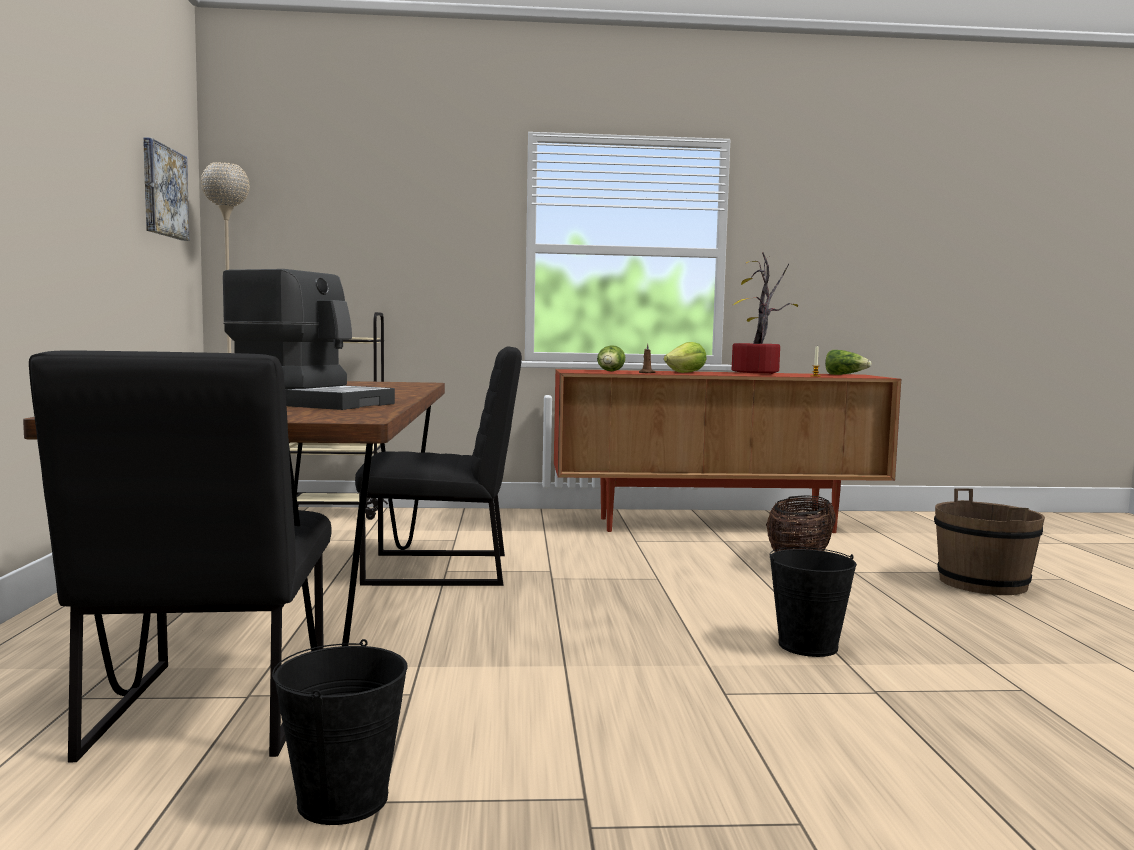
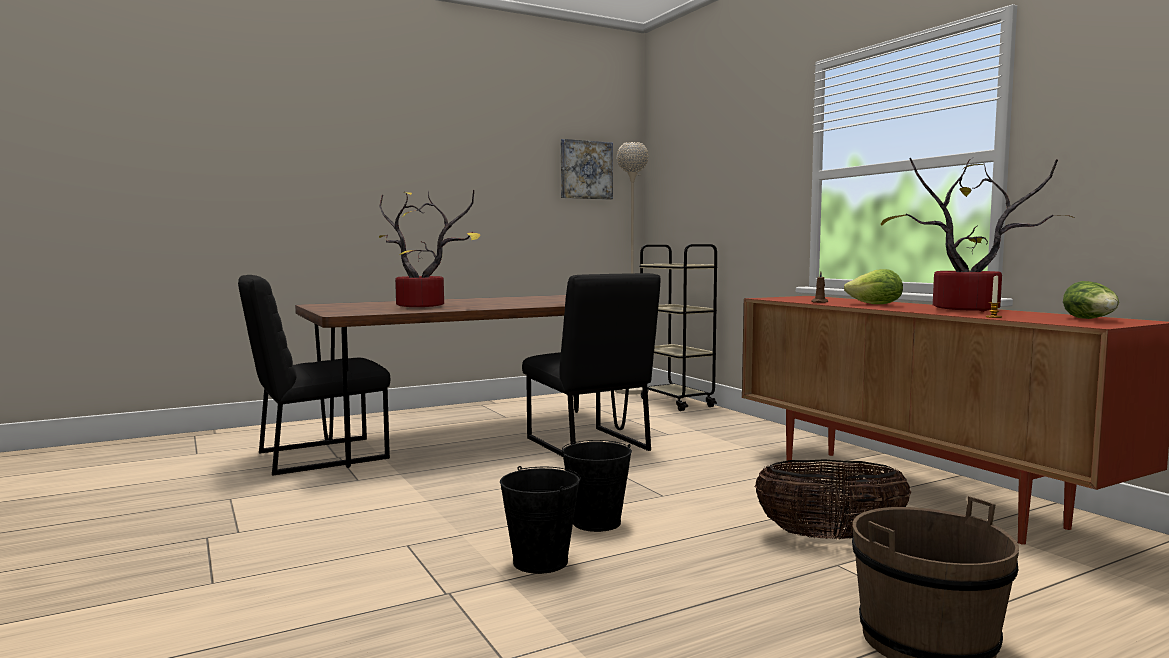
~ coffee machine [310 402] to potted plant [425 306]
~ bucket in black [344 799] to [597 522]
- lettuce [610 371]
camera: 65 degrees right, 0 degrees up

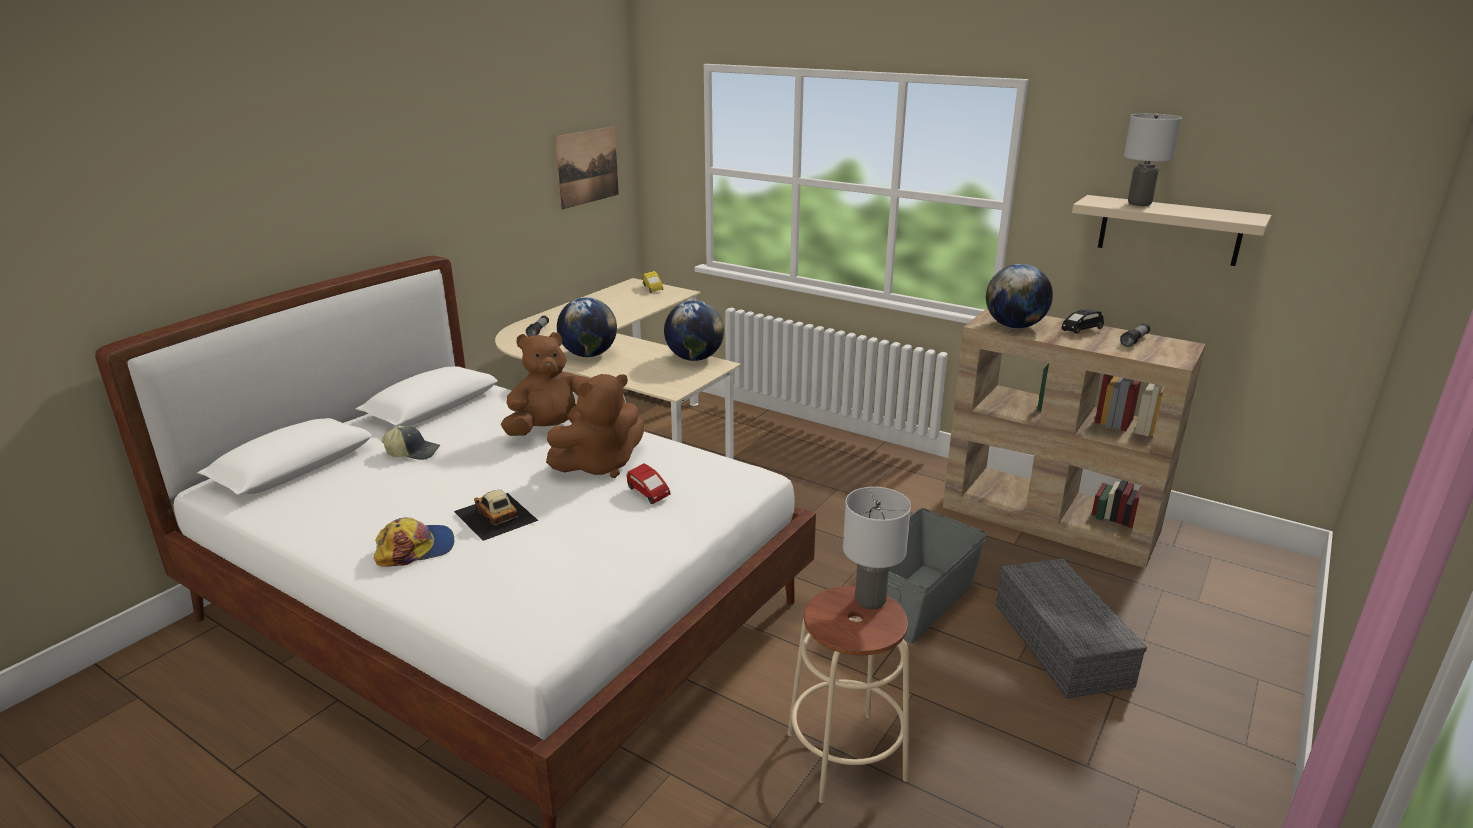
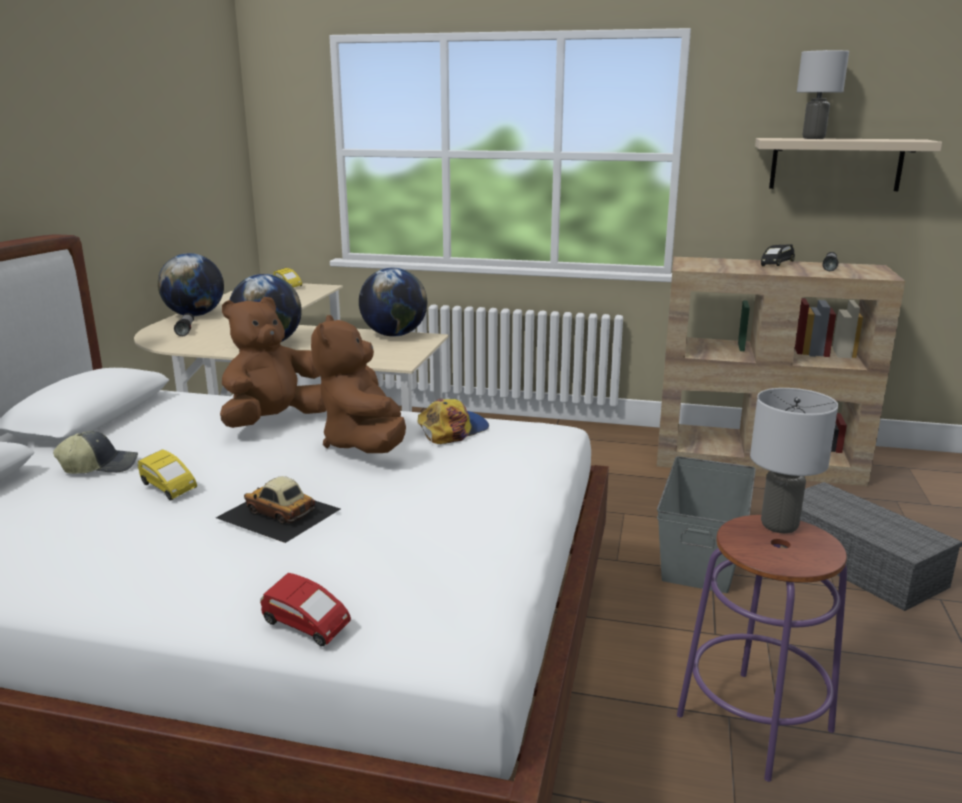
+ toy car in yellow [167 489]
~ globe [1014 326] to [195 315]
~ toy car in red [647 494] to [305 627]
~ plush toy in brown [600 465] = [365 445] 135 degrees clockwise
~ cap [415 548] to [452 430]
~ stool in beige [845 756] to stool in purple [754 722]
- picture [587 167]
camera: 20 degrees left, 5 degrees down

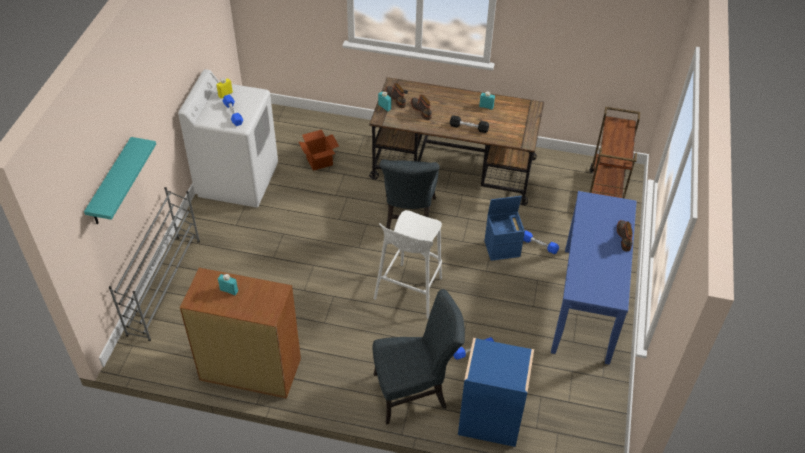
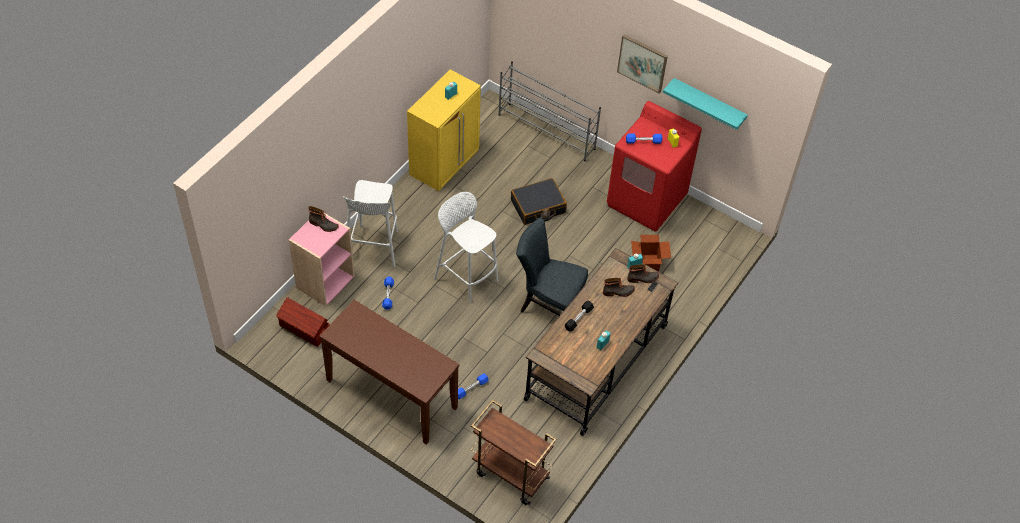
+ storage box in brown [304 329]
~ bookcase in blue [489 420] to bookcase in pink [325 281]
~ boot [624 237] to [323 225]
~ console table in blue [586 304] to console table in brown [391 394]
~ chair in grey [415 391] to stool in white [374 247]
~ cabinet in brown [250 369] to cabinet in yellow [444 161]
+ suitcase in black [538 207]
~ washing machine in white [238 180] to washing machine in red [646 200]
+ picture [642 63]
~ shelf in turquoise [111 183] to [708 104]
- storage box in blue [502 248]
camera: 110 degrees right, 5 degrees up

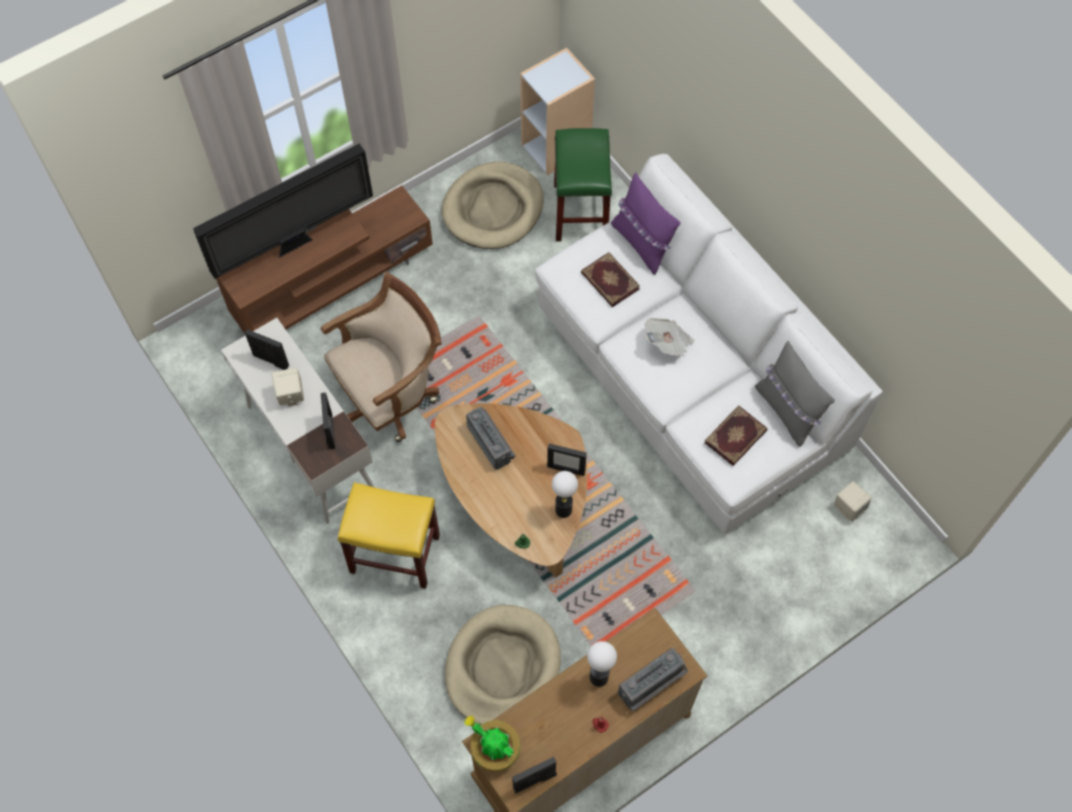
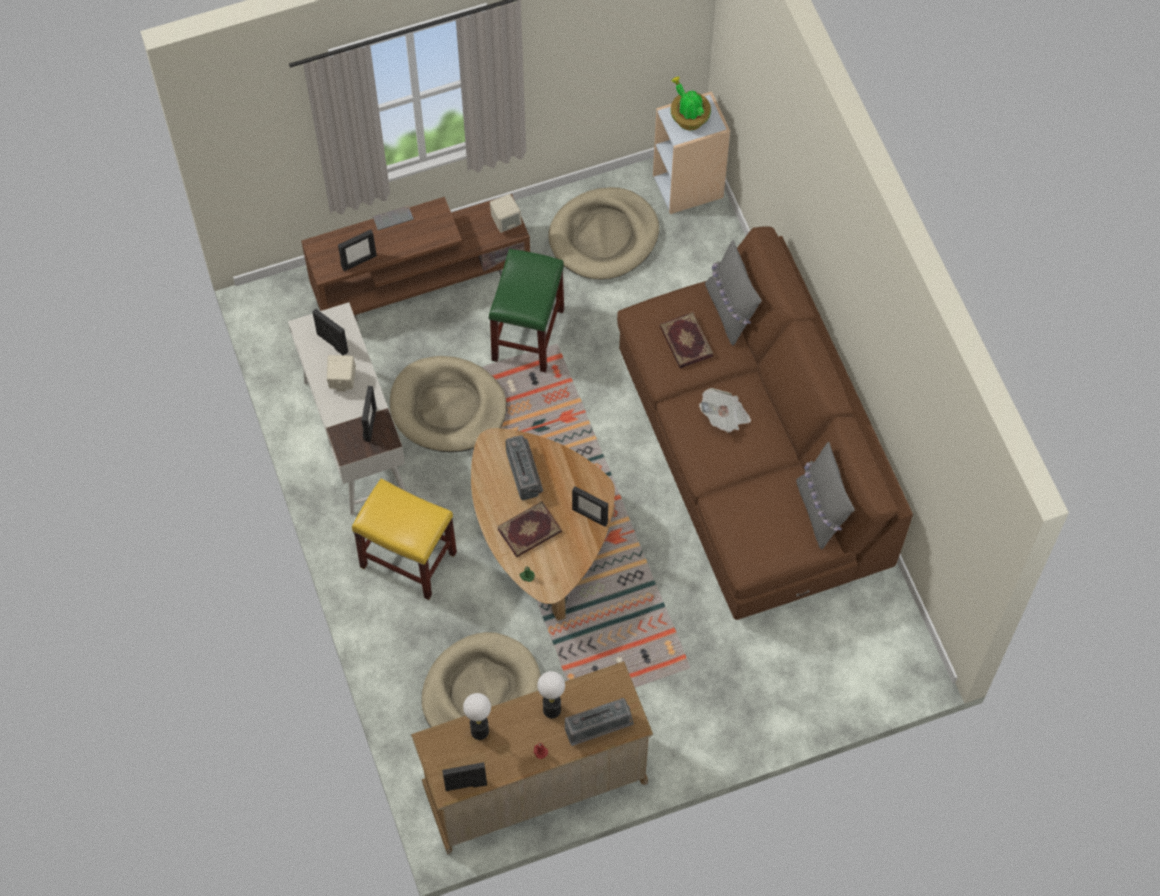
+ picture frame [359 261]
~ office chair [392 398] to dog bed in beige [448 407]
~ table lamp [563 510] to [479 731]
~ stool in green [581 212] to [528 335]
~ speaker in beige [848 507] to [506 222]
~ book [736 437] to [530 531]
~ sofa in white [690 377] to sofa in brown [752 457]
~ potted plant [494 749] to [688 118]
~ pillow in purple [642 243] to pillow in grey [730 311]
- television [295 243]
camera: 15 degrees right, 0 degrees up

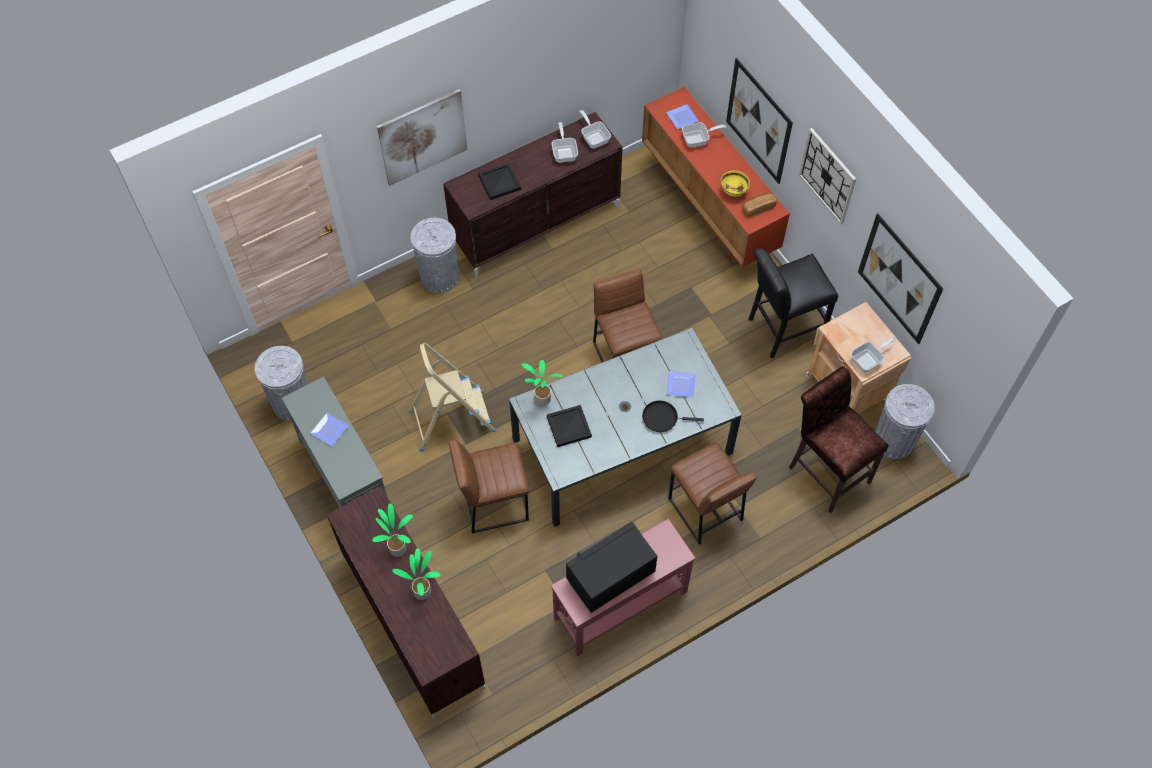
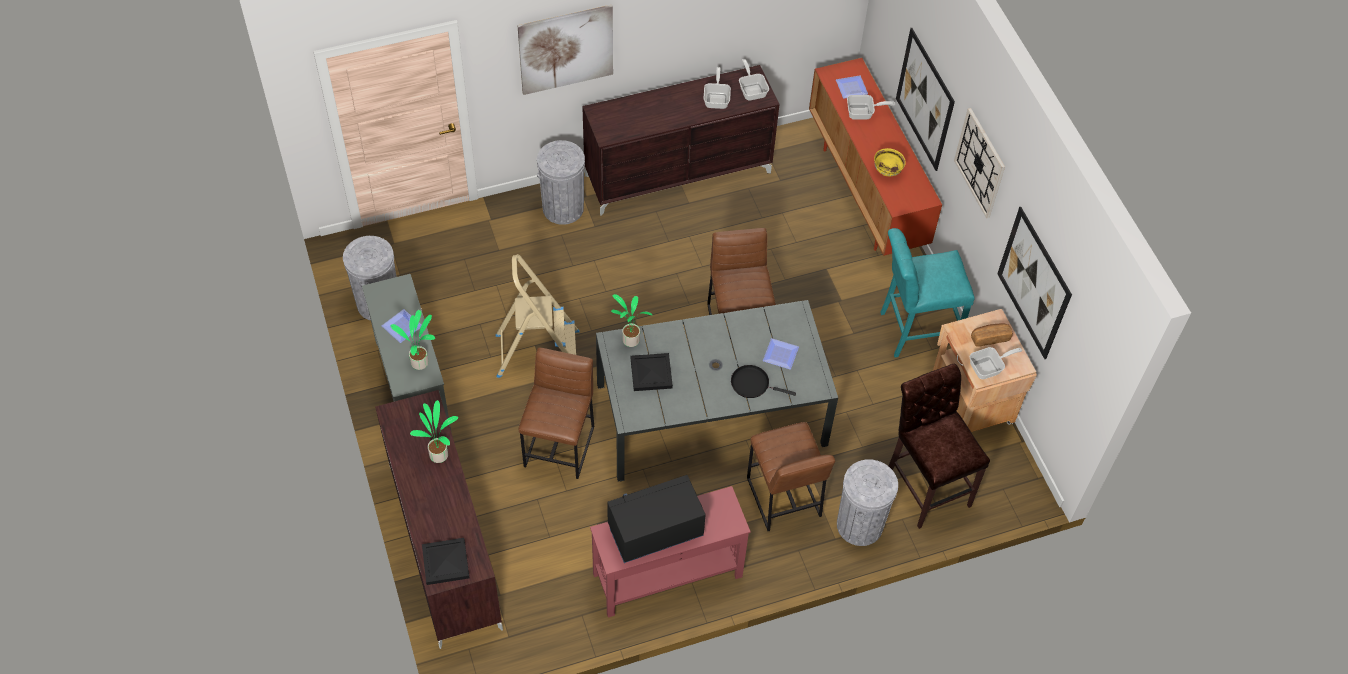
~ potted plant [423 591] to [421 362]
~ tray in black [500 182] to [446 563]
~ chair in brown [493 504] = [559 445] 105 degrees clockwise
~ trash can in grey [893 440] to [859 525]
~ stool in black [781 329] to stool in turquoise [913 330]
~ bread [758 208] to [990 338]
camera: 10 degrees right, 5 degrees down

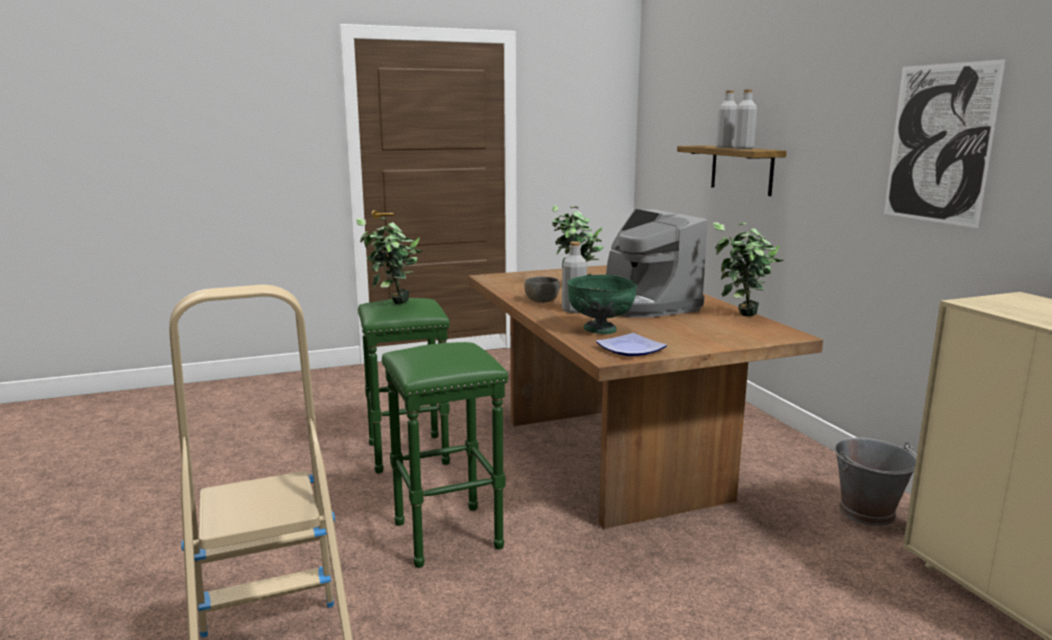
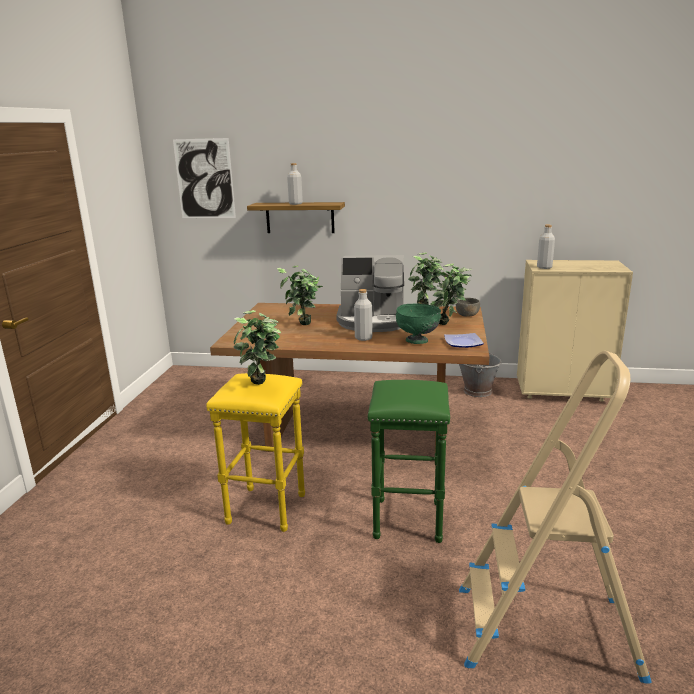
~ picture [939 144] to [204 179]
~ stool in green [406 453] to stool in yellow [264 509]
+ potted plant [449 325]
~ bowl in grey [541 301] to [467 315]
~ bottle in grey [743 148] to [544 267]
camera: 60 degrees left, 5 degrees up

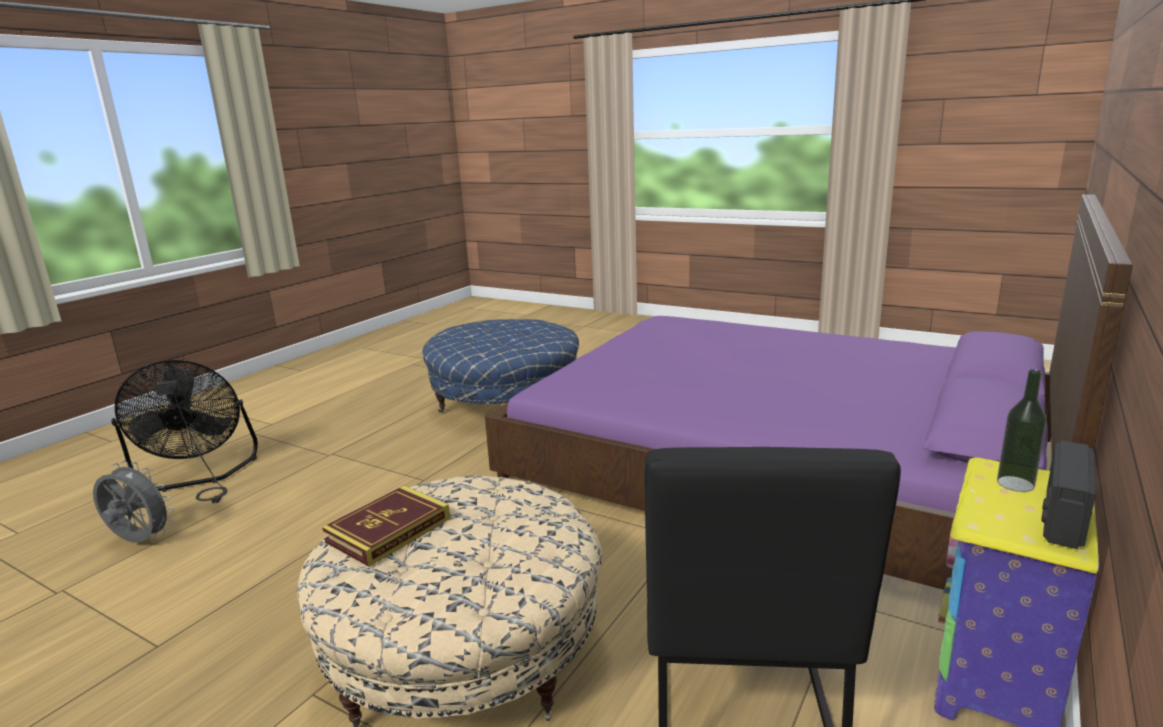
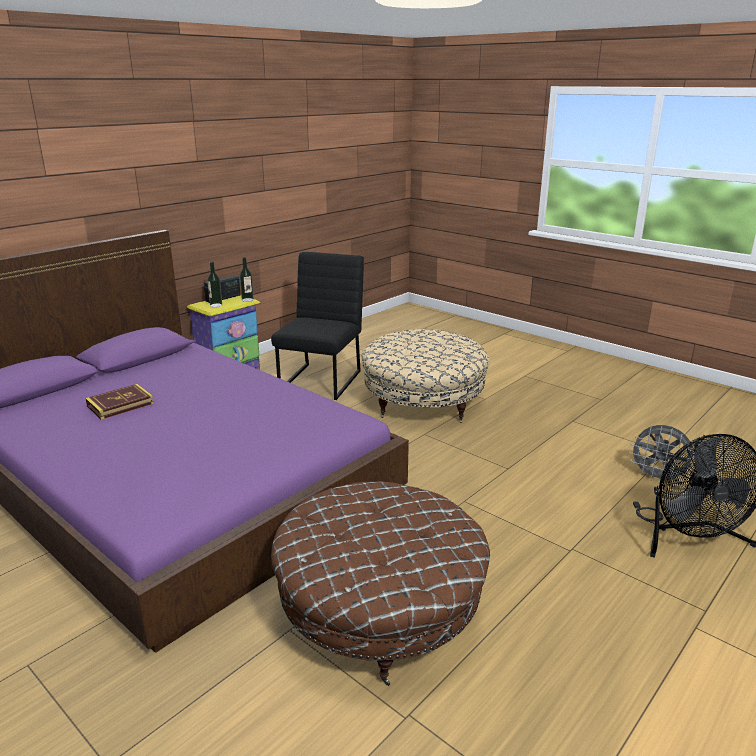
~ book [388 530] to [120 405]
+ bottle [247 300]
~ ottoman in blue [506 403] to ottoman in brown [380 612]
camera: 170 degrees left, 5 degrees up

